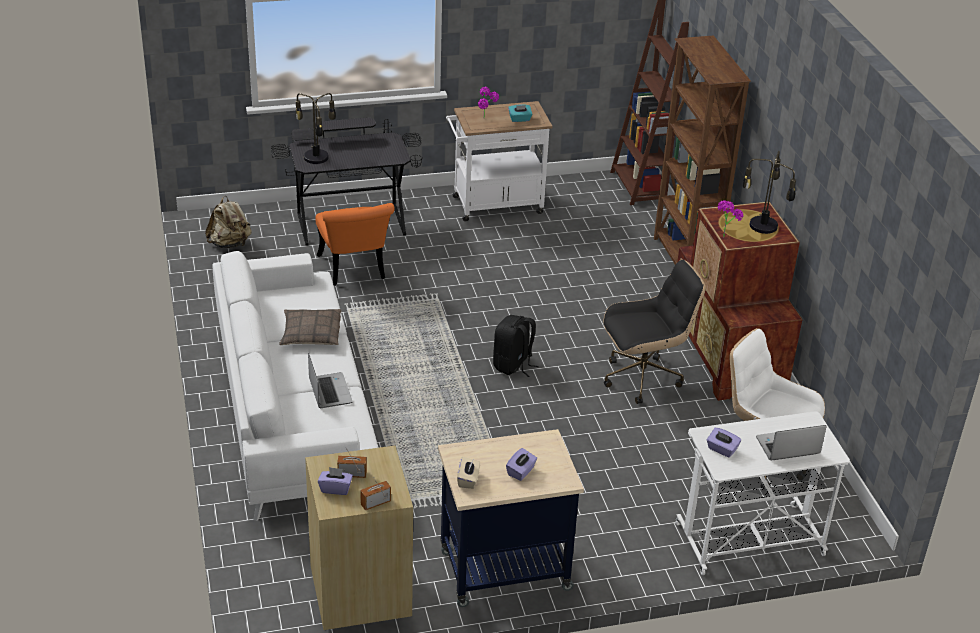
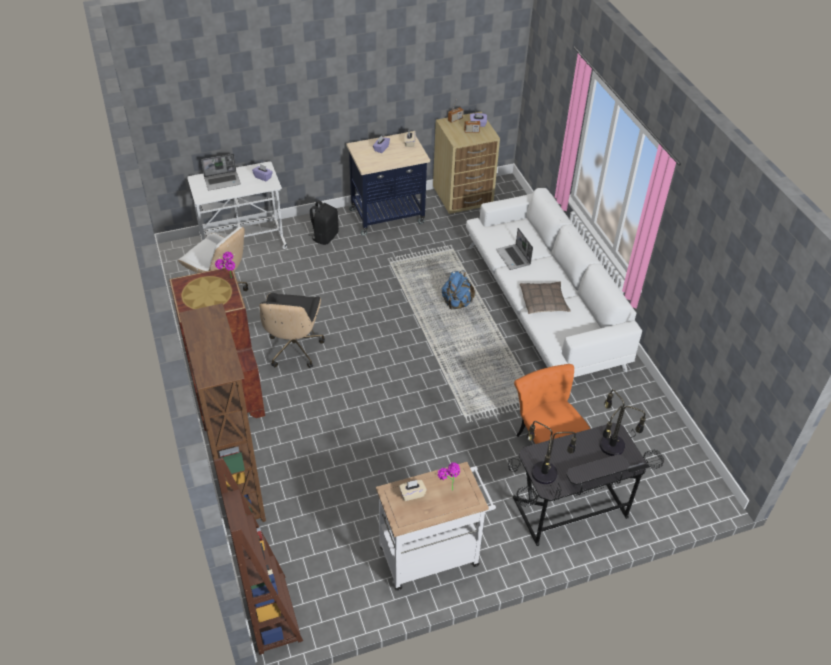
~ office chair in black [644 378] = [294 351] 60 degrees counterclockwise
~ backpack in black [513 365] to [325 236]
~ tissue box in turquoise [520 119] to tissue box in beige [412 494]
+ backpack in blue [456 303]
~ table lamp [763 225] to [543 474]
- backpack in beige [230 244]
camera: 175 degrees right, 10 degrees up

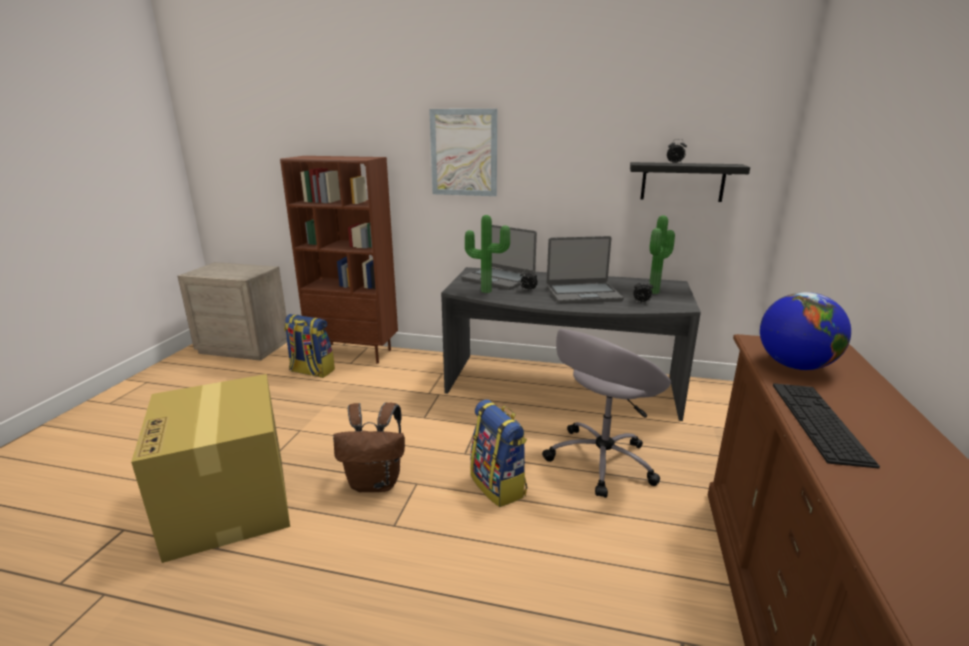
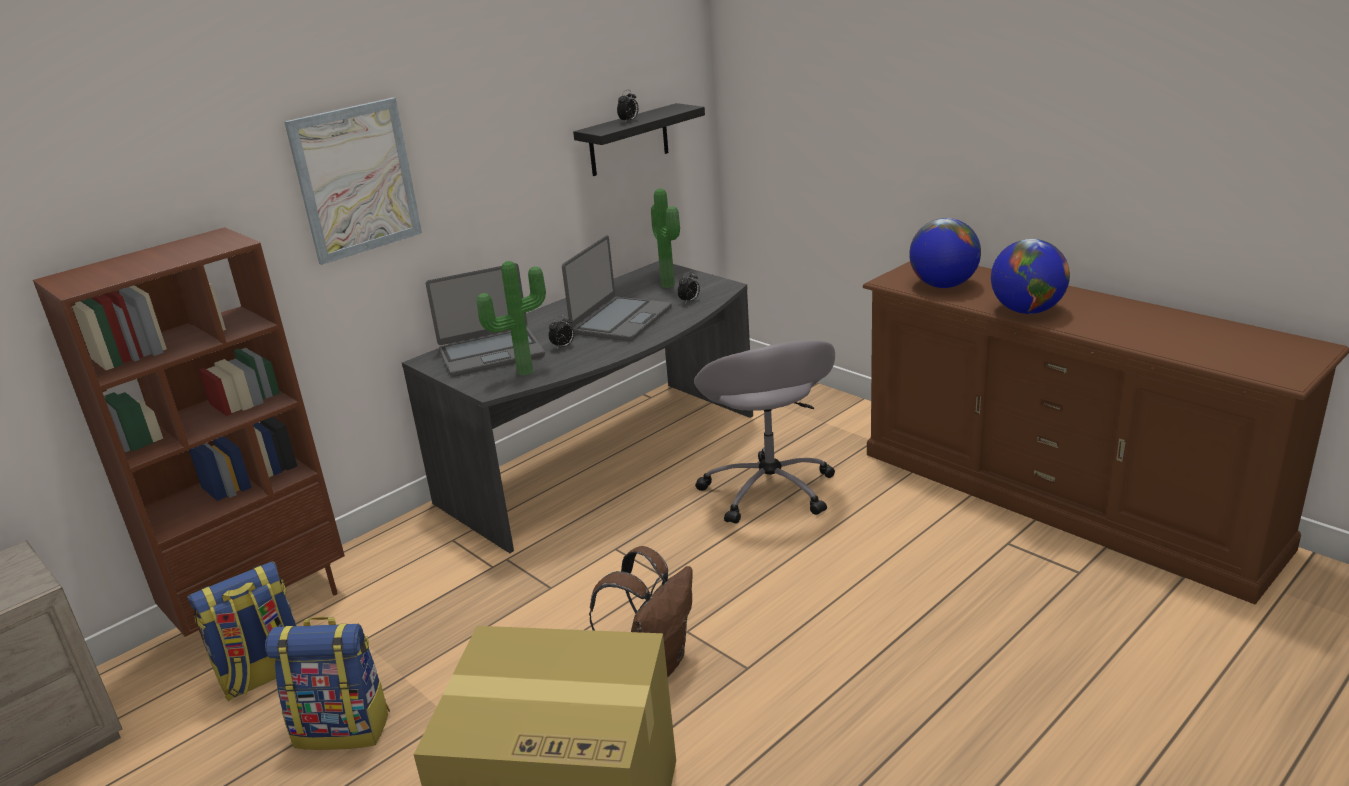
~ backpack [499 485] to [344 728]
~ keyboard [818 421] to globe [1026 311]
camera: 55 degrees left, 5 degrees up

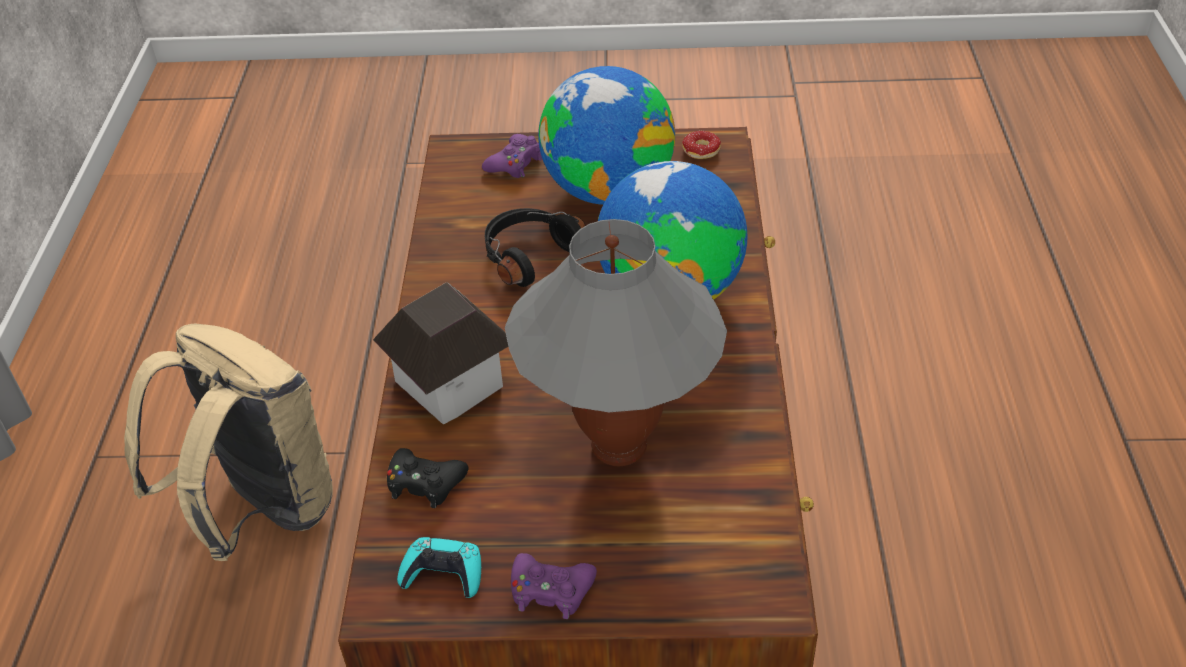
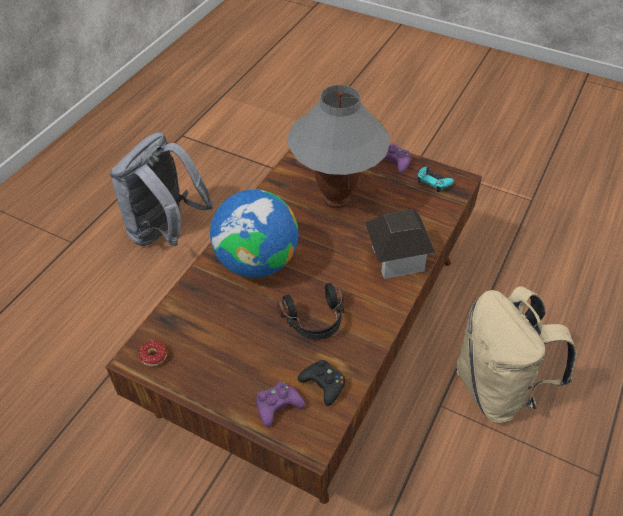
+ backpack in grey [166 232]
~ game controller in black [425 483] to [323 384]
- globe [608 190]
camera: 155 degrees left, 5 degrees up

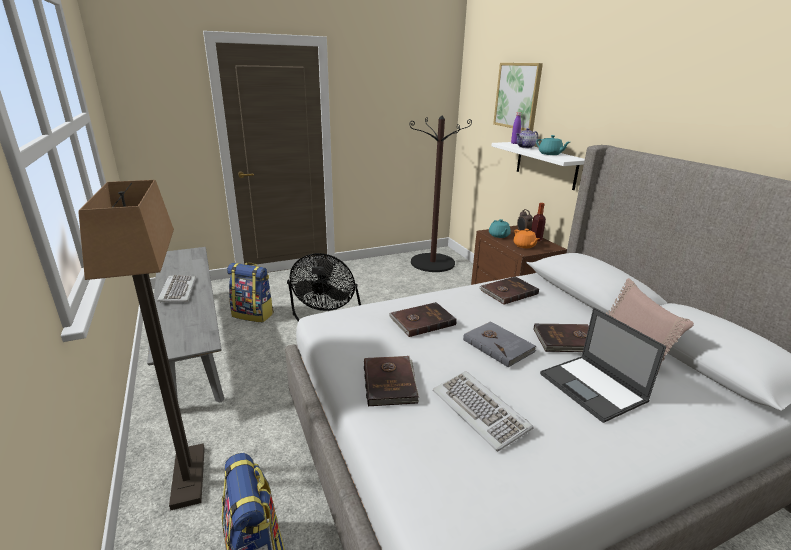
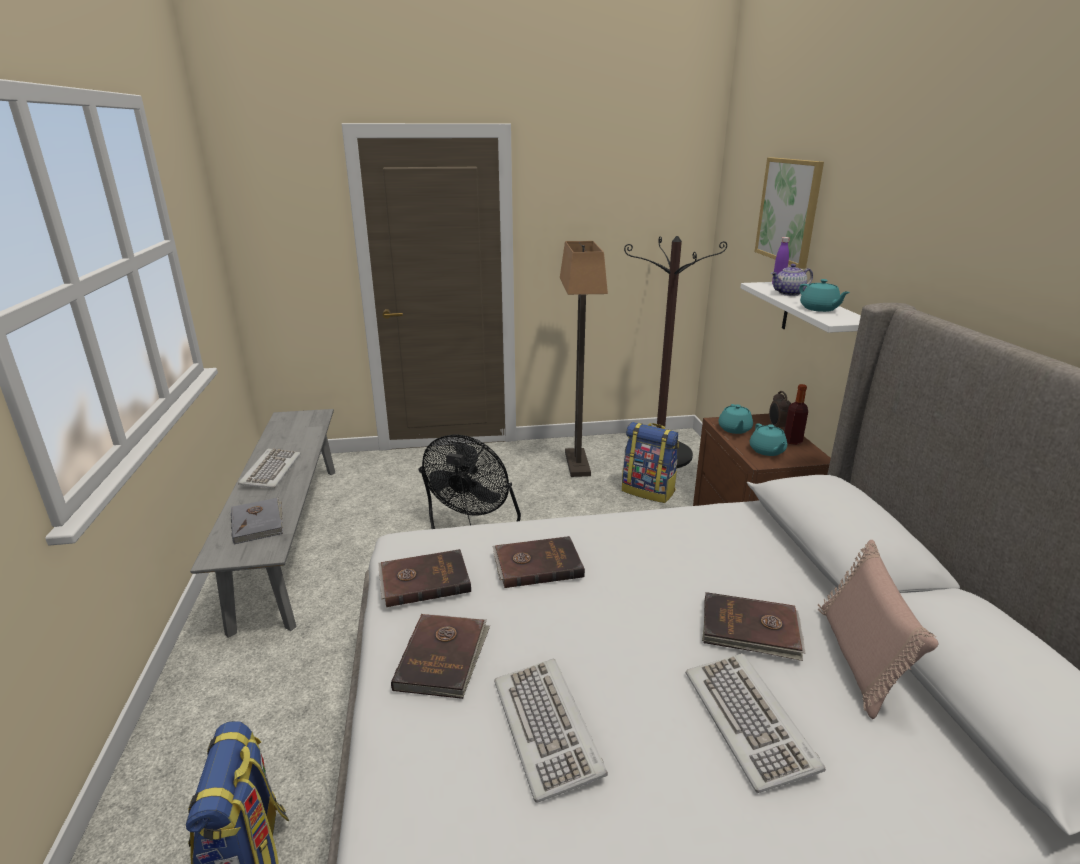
~ book in grey [498 345] to [258 522]
~ book in brown [508 292] to [424 580]
~ floor lamp [188 476] to [577 464]
~ backpack [253 314] to [648 491]
~ laptop [593 388] to keyboard [750 722]
~ teapot in orange [524 246] to teapot in turquoise [767 451]
camera: 15 degrees right, 0 degrees up

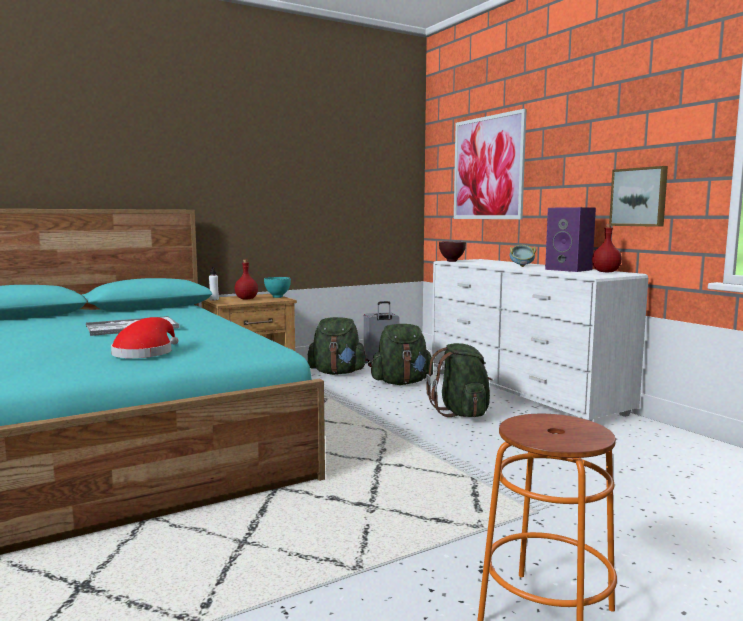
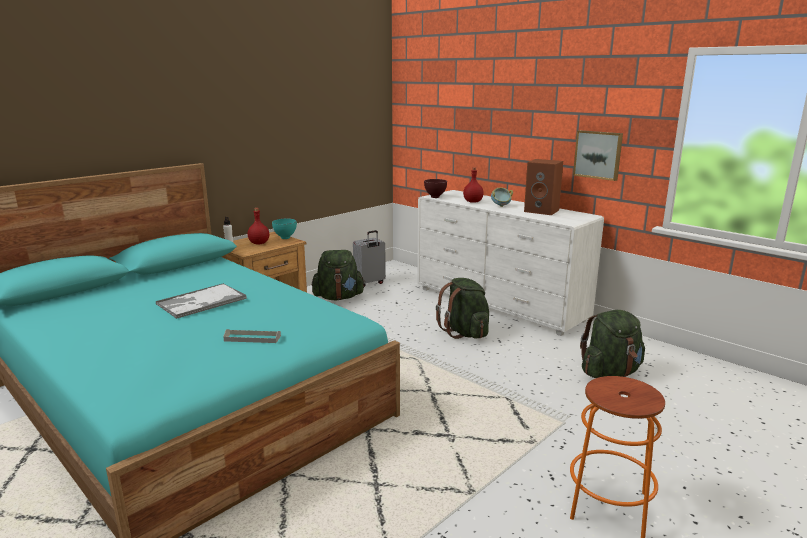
~ hat in red [145 353] to tray in grey [252 338]
~ bottle in red [605 272] to [472 202]
~ speaker in purple [570 269] to speaker in brown [542 211]
~ backpack in green [401 383] to [610 373]
- picture [488 168]
camera: 15 degrees left, 10 degrees up

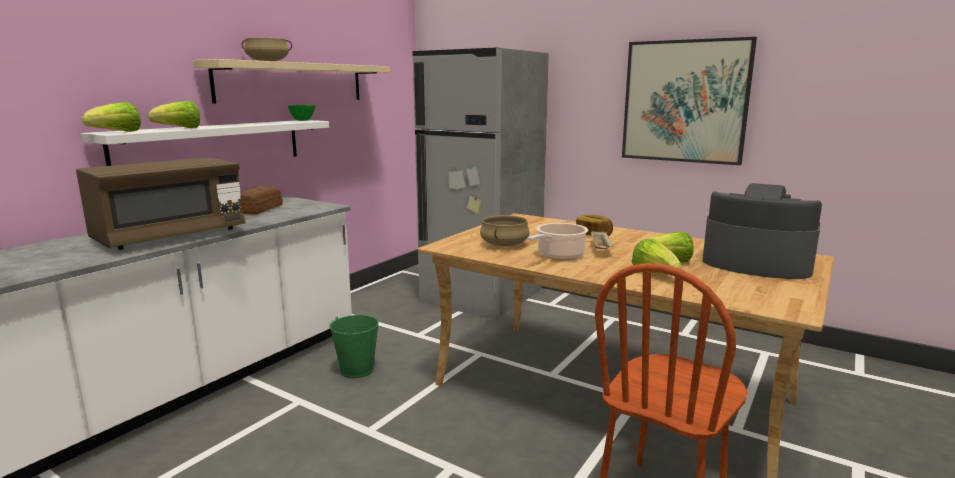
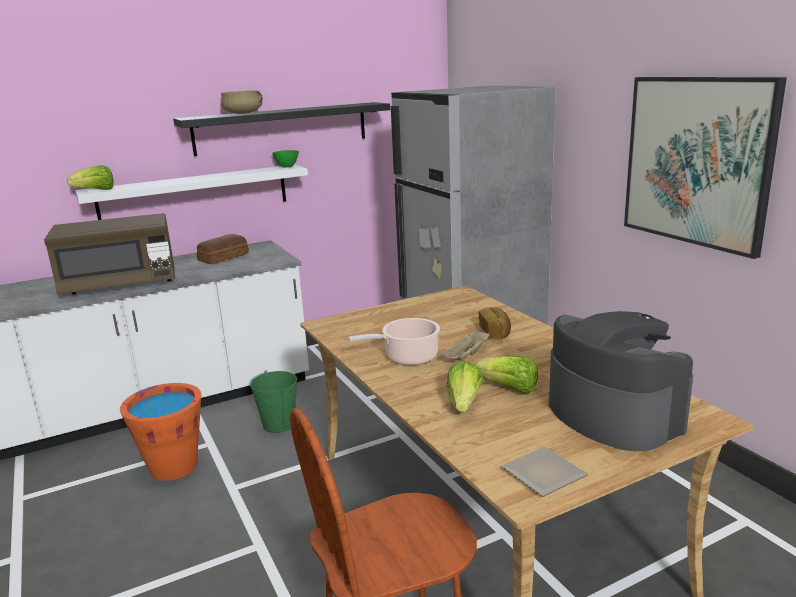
+ bucket in orange [173 467]
~ shelf in beige [293 82] to shelf in black [282 128]
+ plate [540 474]
- lettuce [179 128]
- cooking pot in beige [504 244]
camera: 30 degrees right, 5 degrees up

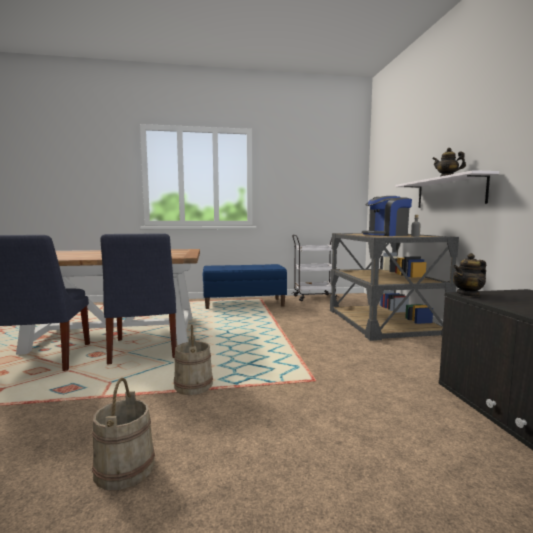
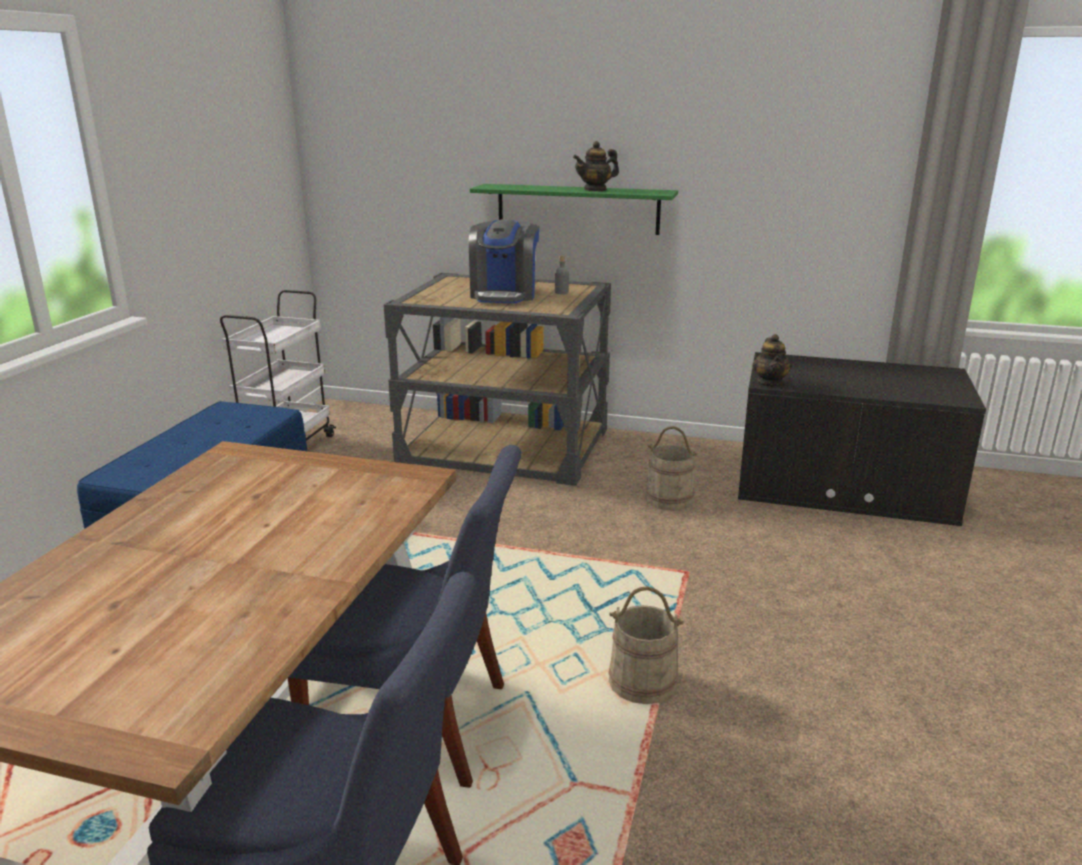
~ shelf in white [449 192] to shelf in green [577 209]
~ bucket in beige [125 468] to [669 499]
camera: 65 degrees left, 15 degrees up

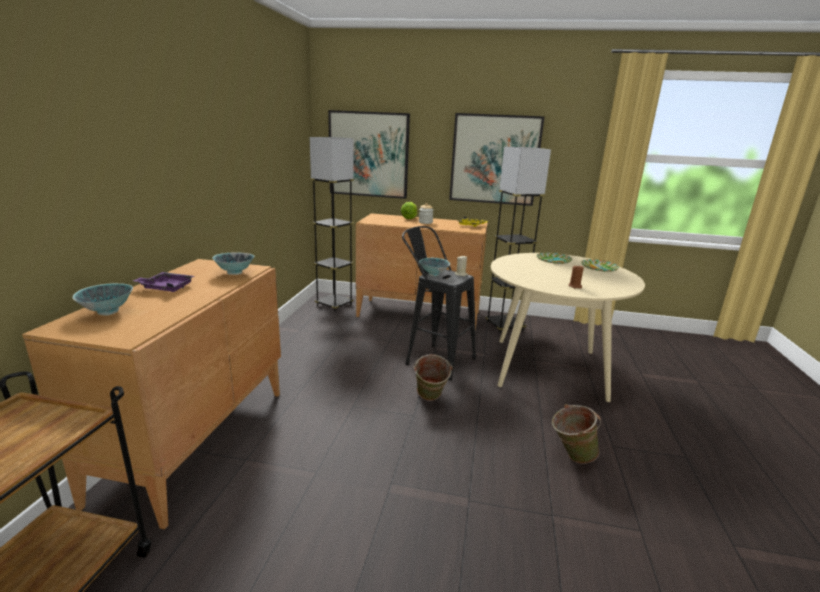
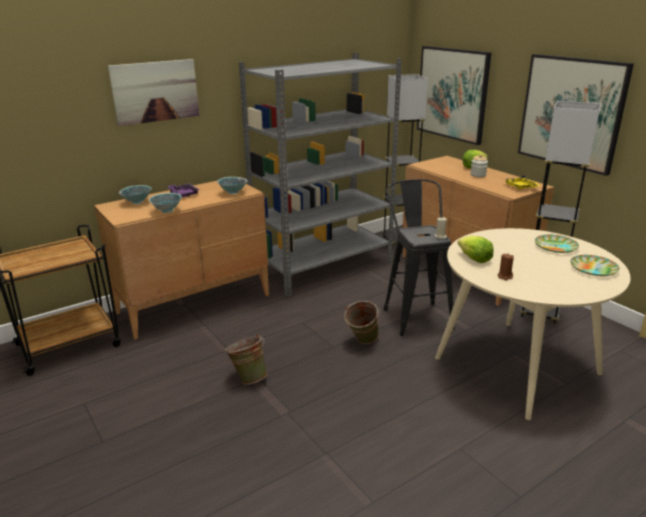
+ picture [155 91]
~ bowl [433 274] to [167 211]
~ bucket in green [570 456] to [248 377]
+ bookcase in grey [323 266]
+ lettuce [474 259]
camera: 45 degrees right, 5 degrees up

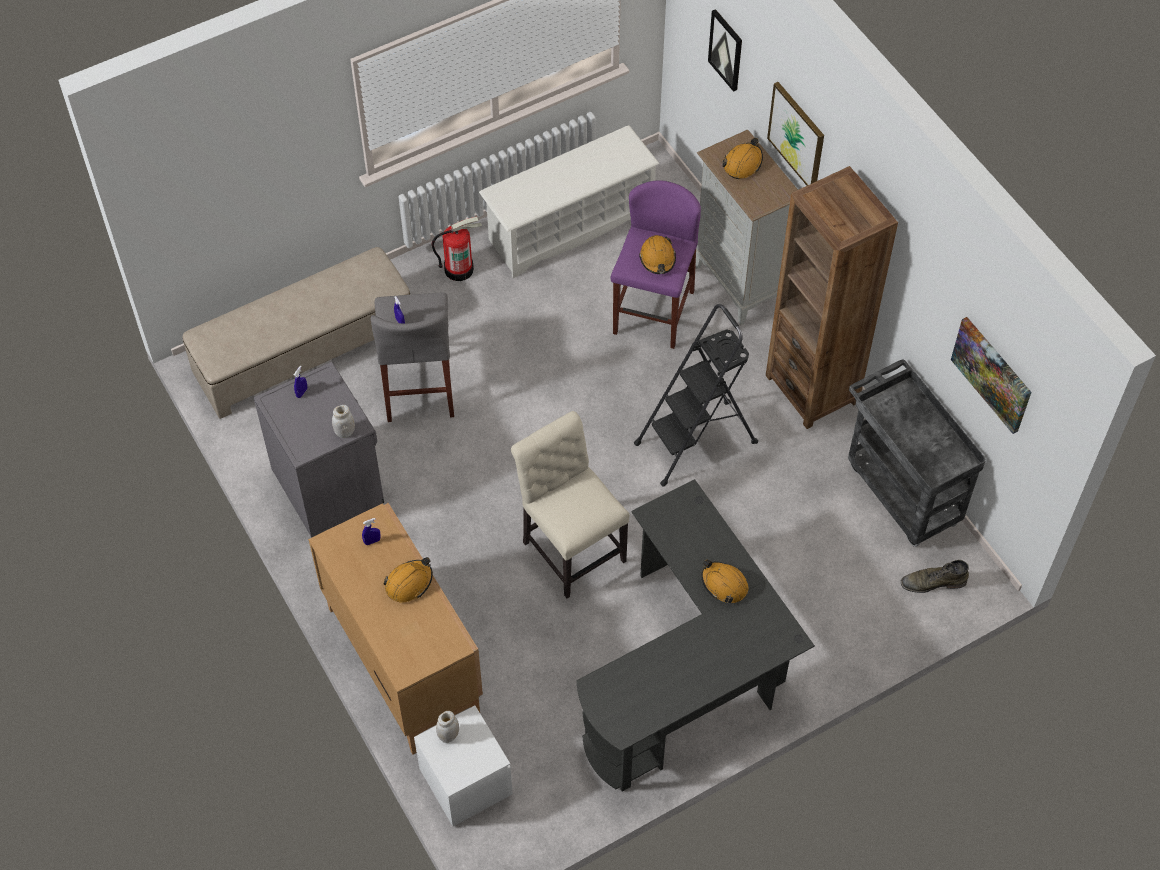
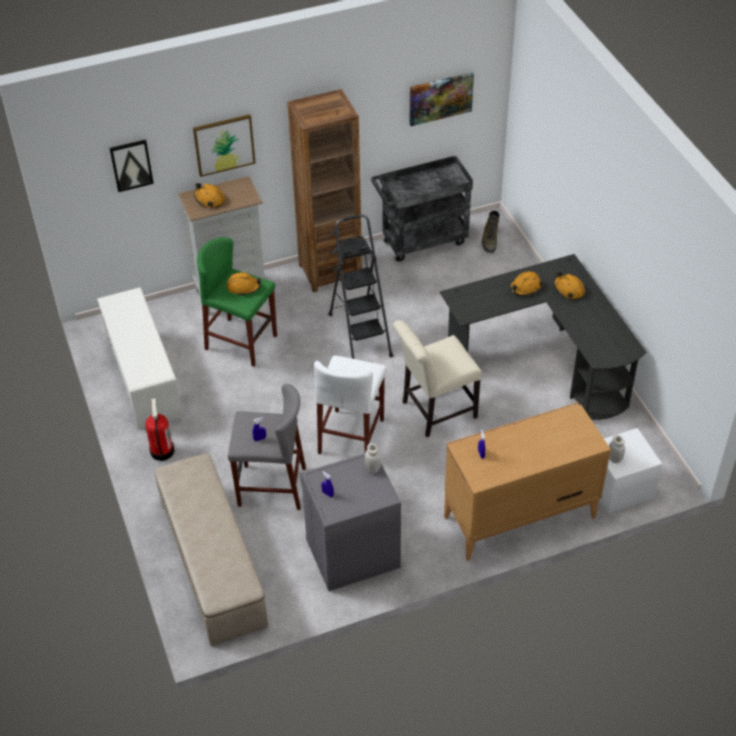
~ stool in purple [653 312] to stool in green [241 342]
+ stool in white [351 436]
~ hard hat in orange [409 583] to [568 289]
camera: 80 degrees left, 10 degrees down

